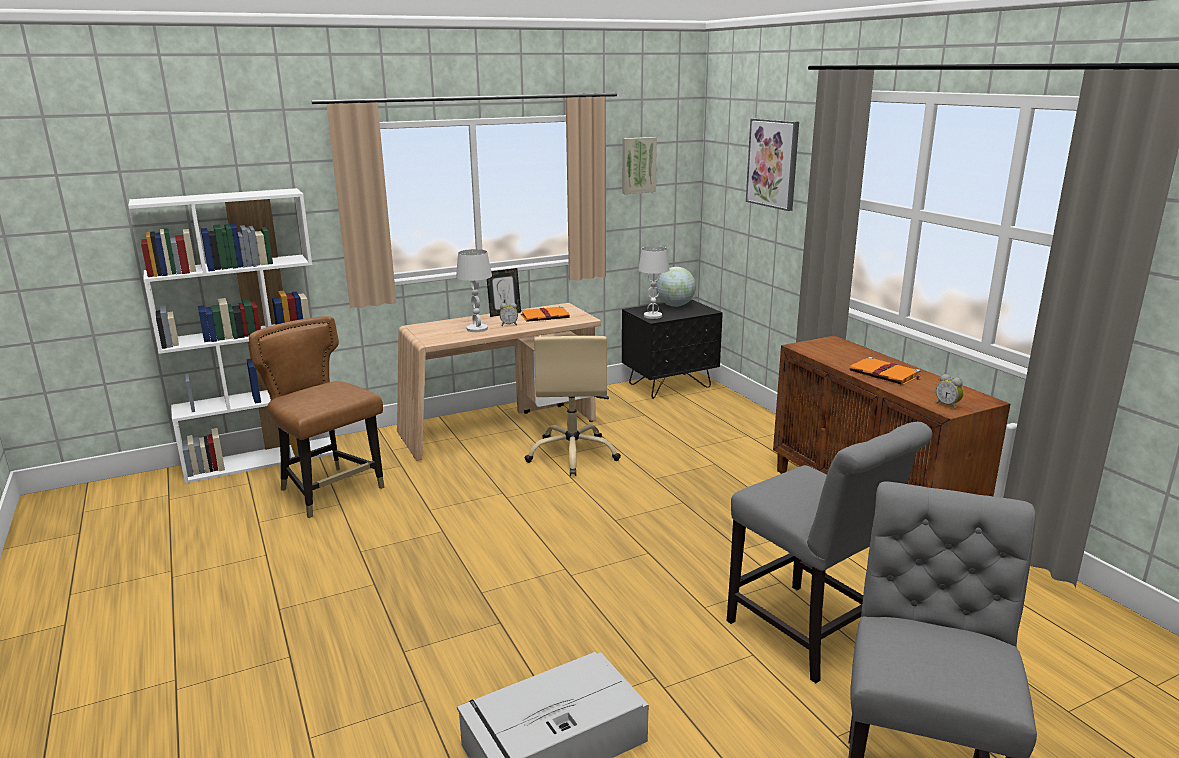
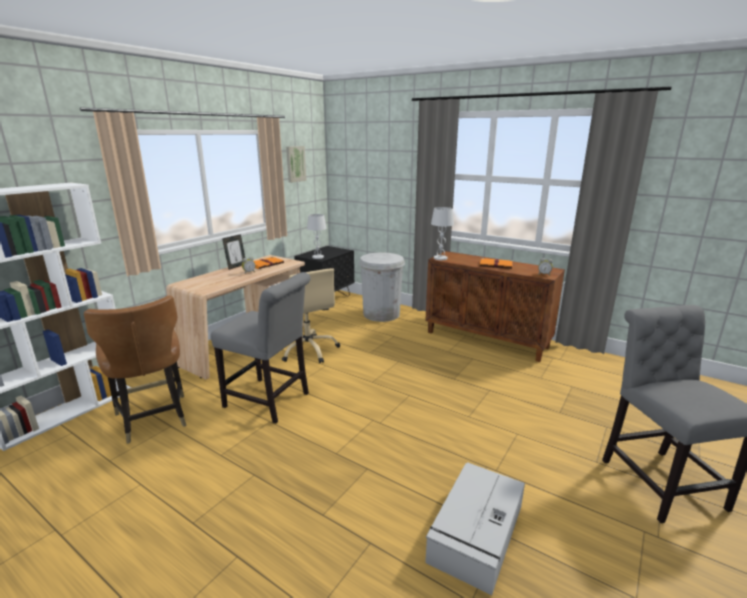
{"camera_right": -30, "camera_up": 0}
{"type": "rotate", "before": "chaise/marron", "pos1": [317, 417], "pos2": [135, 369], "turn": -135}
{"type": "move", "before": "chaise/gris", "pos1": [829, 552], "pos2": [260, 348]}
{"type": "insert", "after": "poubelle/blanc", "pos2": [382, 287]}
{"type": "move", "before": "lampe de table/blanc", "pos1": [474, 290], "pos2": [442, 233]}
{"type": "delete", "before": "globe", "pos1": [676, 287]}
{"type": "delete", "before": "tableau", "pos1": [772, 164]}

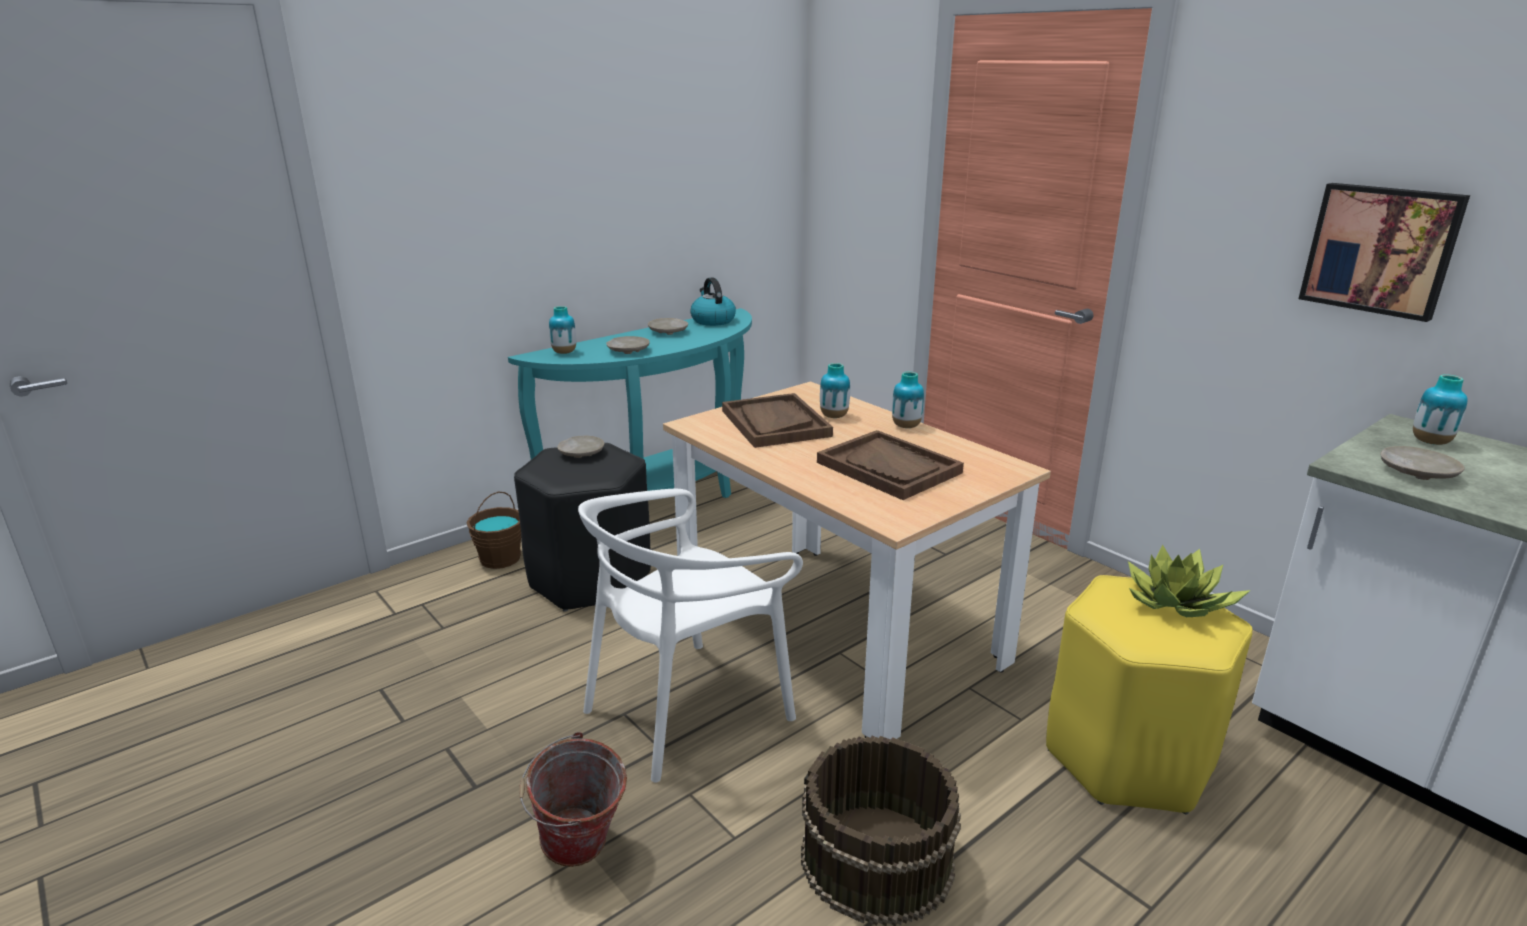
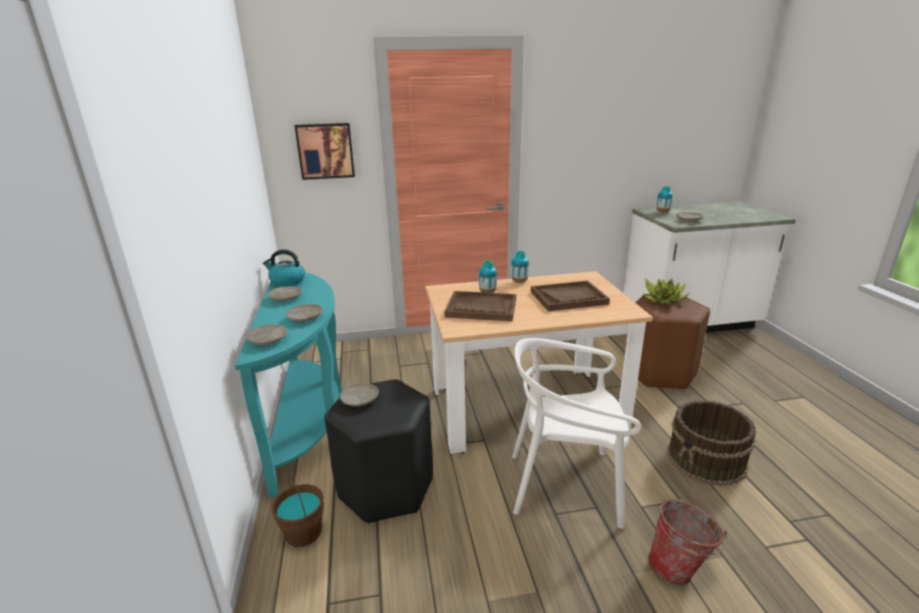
{"camera_right": -60, "camera_up": 0}
{"type": "replace", "before": "vase", "after": "assiette/beige", "pos1": [562, 330], "pos2": [266, 334]}
{"type": "move", "before": "tableau", "pos1": [1384, 252], "pos2": [325, 151]}
{"type": "rotate", "before": "chaise/blanc", "pos1": [690, 635], "pos2": [576, 433], "turn": 105}
{"type": "recolor", "before": "tabouret/jaune", "after": "tabouret/marron", "pos1": [1149, 695], "pos2": [667, 342]}

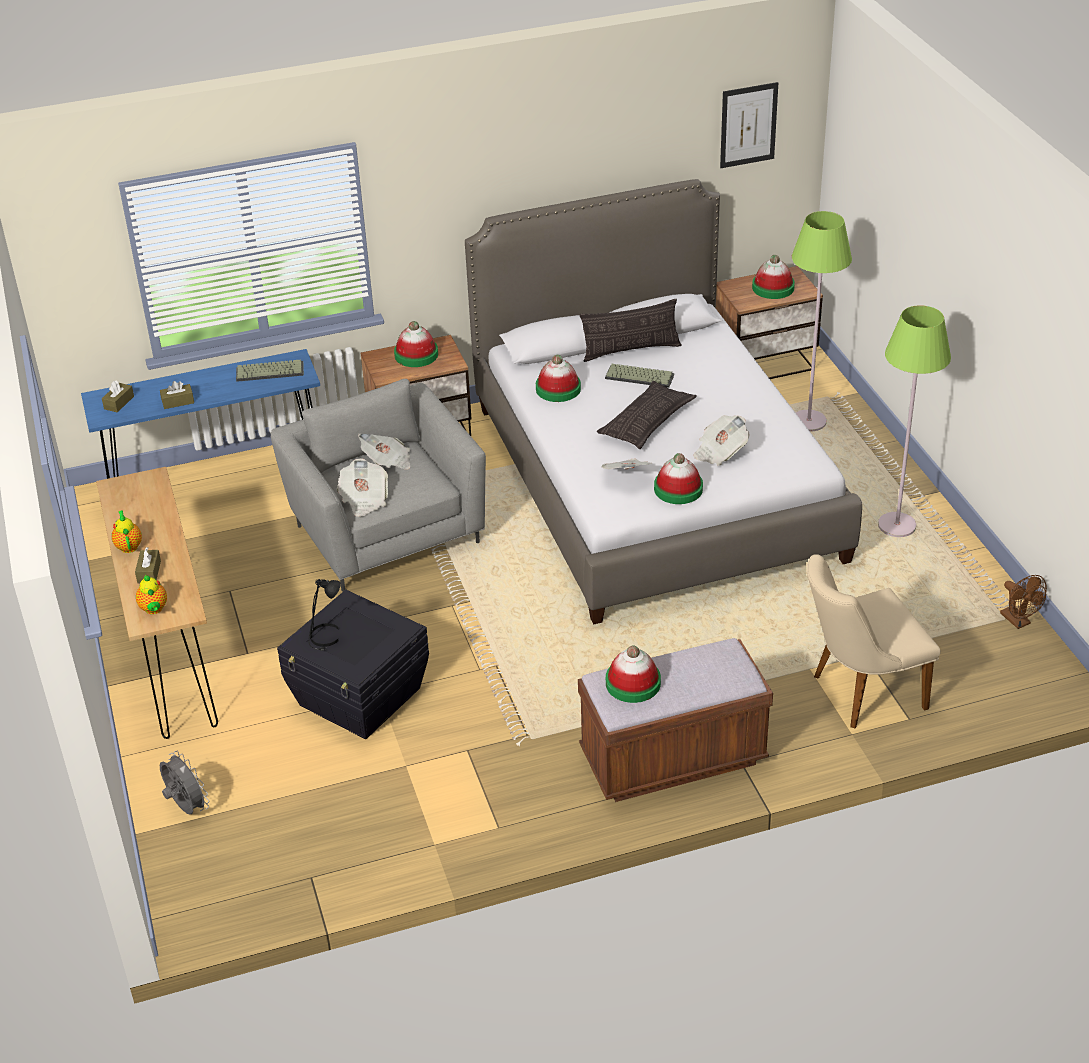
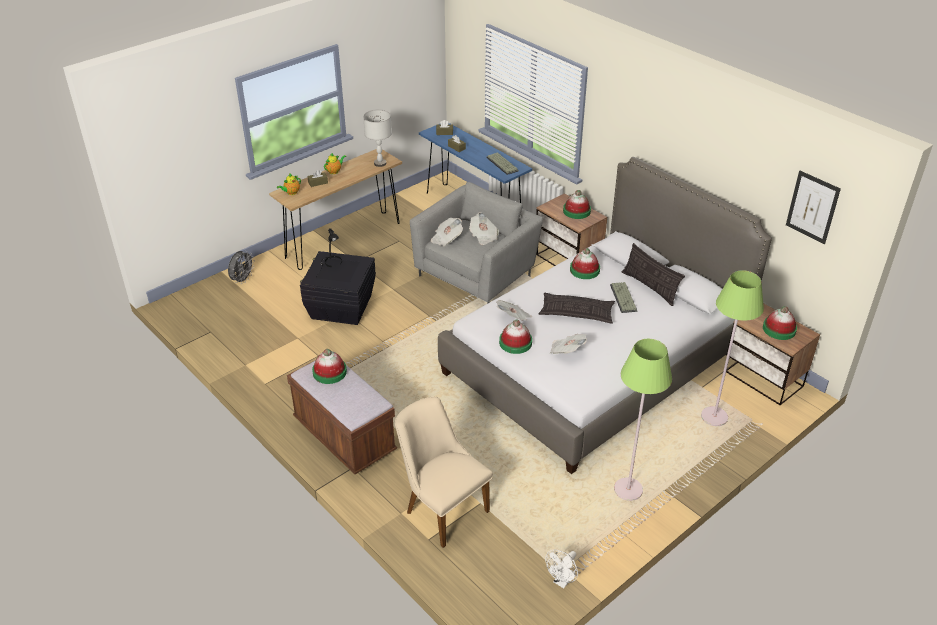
{"camera_right": 65, "camera_up": 0}
{"type": "insert", "after": "lampe de table/gris", "pos2": [377, 138]}
{"type": "recolor", "before": "ventilateur/marron", "after": "ventilateur/blanc", "pos1": [1023, 602], "pos2": [561, 569]}

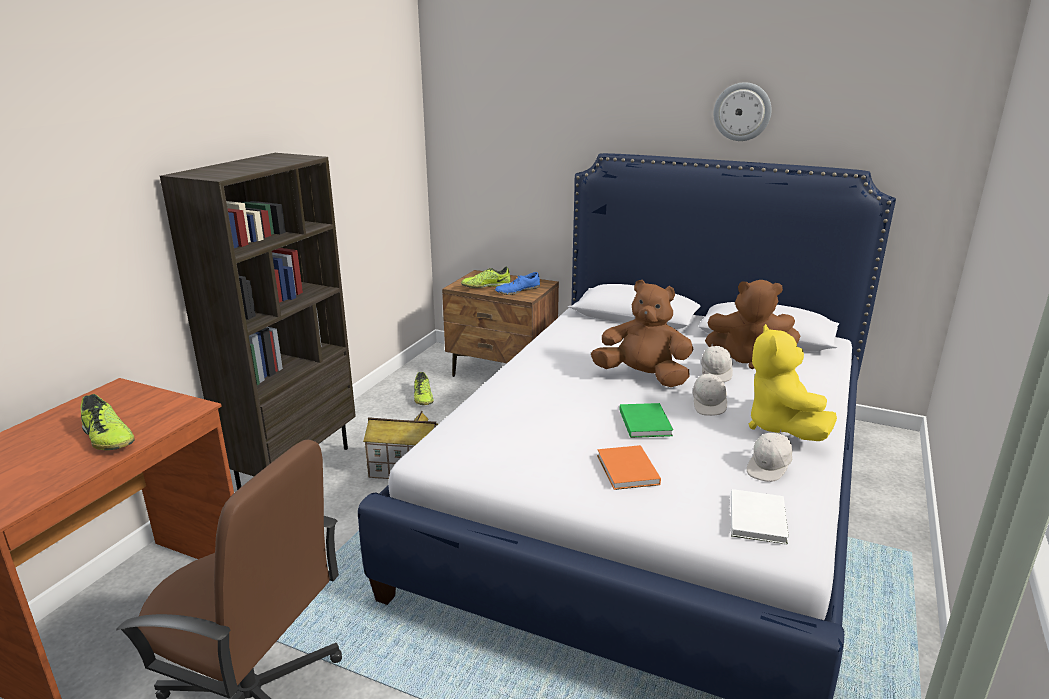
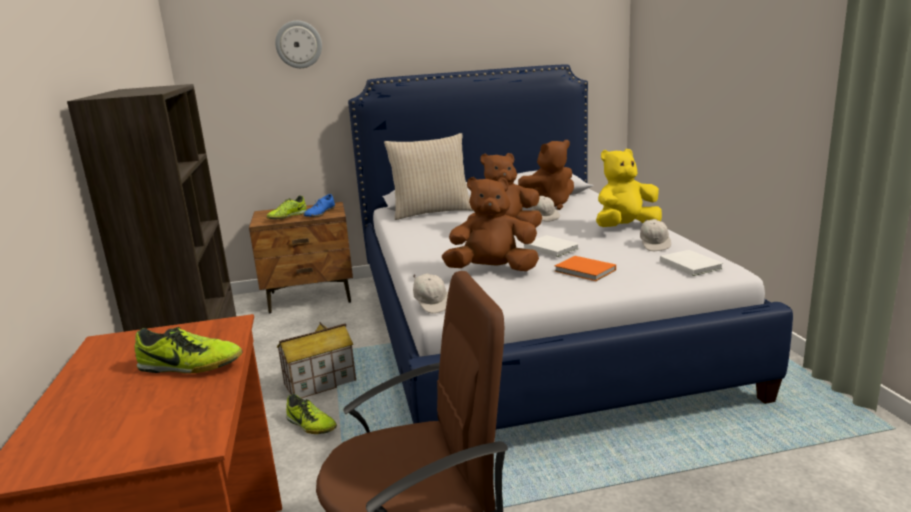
{"camera_right": -35, "camera_up": -5}
{"type": "move", "before": "horloge murale", "pos1": [742, 111], "pos2": [298, 44]}
{"type": "move", "before": "chaussure", "pos1": [424, 388], "pos2": [311, 414]}
{"type": "insert", "after": "coussin/beige", "pos2": [428, 176]}
{"type": "move", "before": "casquette/blanc", "pos1": [710, 393], "pos2": [430, 293]}
{"type": "insert", "after": "peluche/marron", "pos2": [490, 224]}
{"type": "recolor", "before": "livre/vert", "after": "livre/blanc", "pos1": [646, 420], "pos2": [551, 246]}
{"type": "rotate", "before": "peluche/jaune", "pos1": [793, 382], "pos2": [629, 188], "turn": 105}

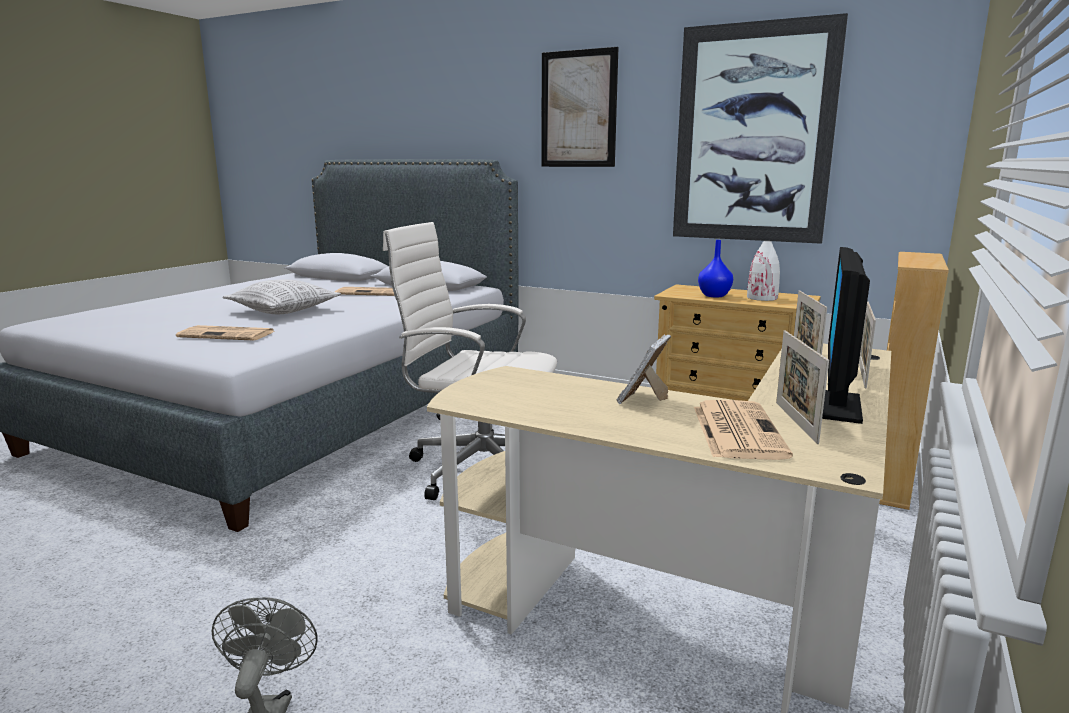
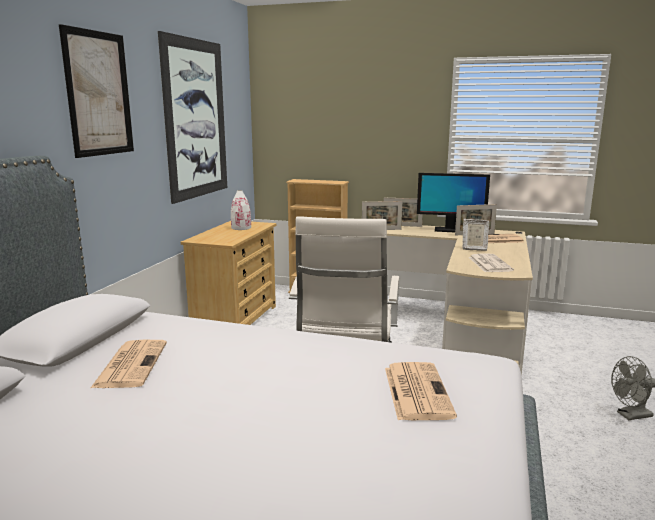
{"camera_right": -100, "camera_up": 0}
{"type": "insert", "after": "journal", "pos2": [491, 262]}
{"type": "delete", "before": "coussin", "pos1": [282, 297]}
{"type": "delete", "before": "vase/bleu", "pos1": [715, 269]}

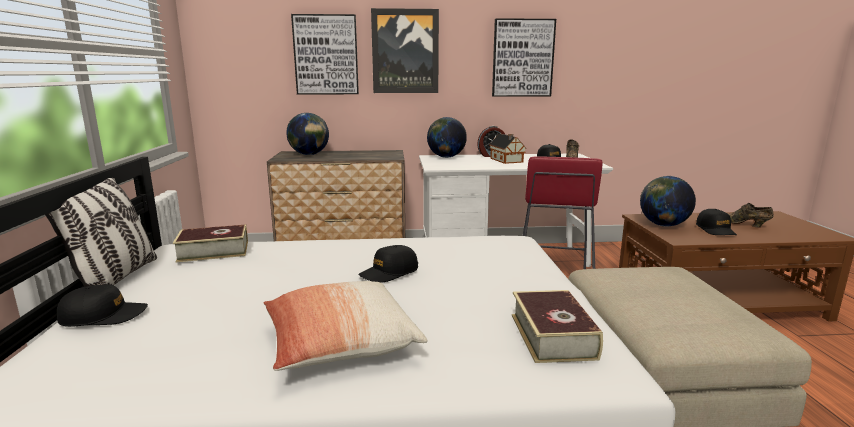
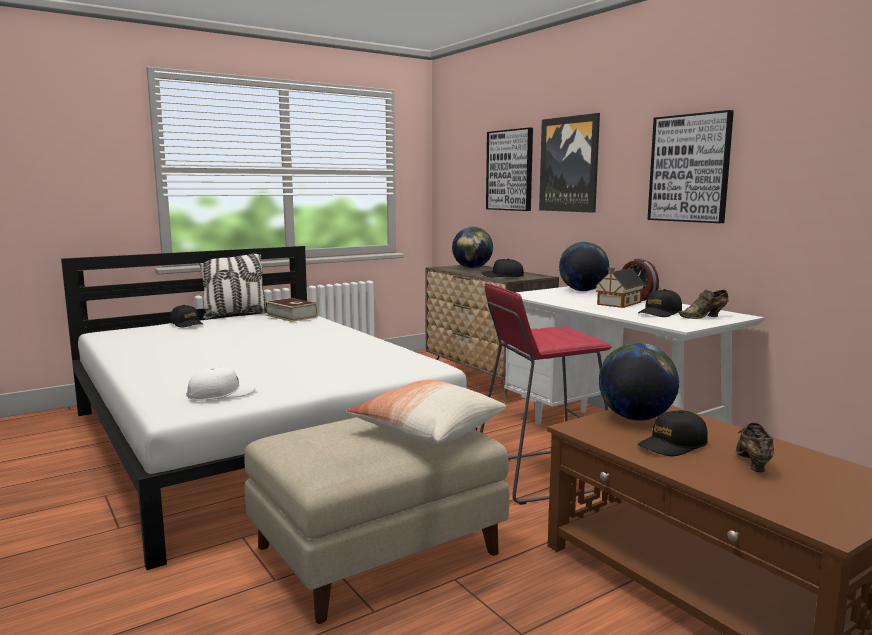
{"camera_right": 60, "camera_up": -5}
{"type": "replace", "before": "livre", "after": "casquette/blanc", "pos1": [557, 326], "pos2": [221, 384]}
{"type": "move", "before": "coussin", "pos1": [345, 326], "pos2": [426, 411]}
{"type": "move", "before": "casquette/noir", "pos1": [388, 263], "pos2": [503, 268]}

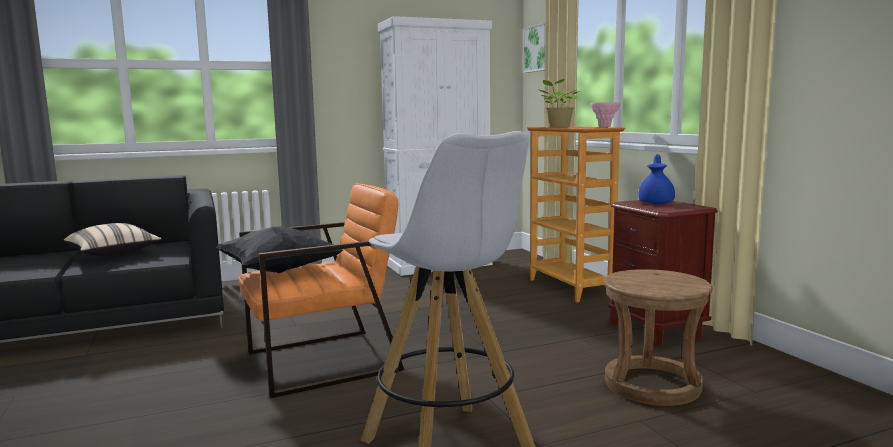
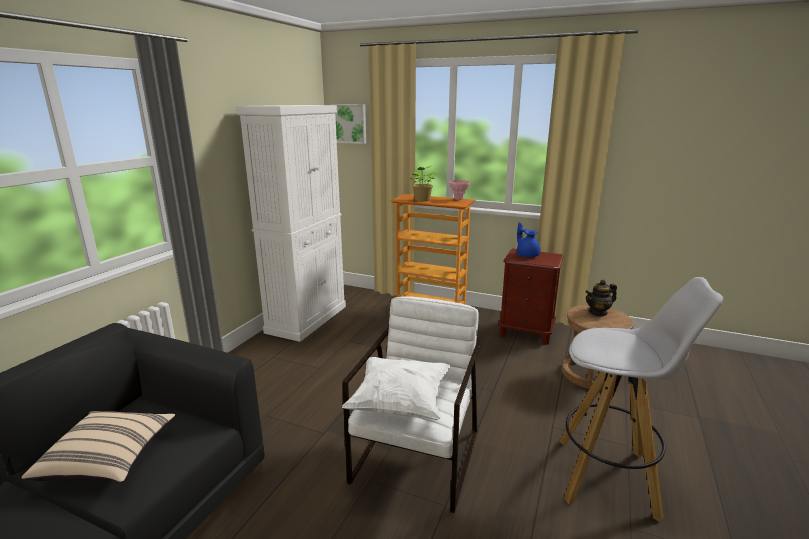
{"camera_right": -45, "camera_up": 10}
{"type": "recolor", "before": "fauteuil/orange", "after": "fauteuil/blanc", "pos1": [322, 291], "pos2": [412, 405]}
{"type": "recolor", "before": "coussin/noir", "after": "coussin/blanc", "pos1": [279, 250], "pos2": [396, 388]}
{"type": "insert", "after": "théière", "pos2": [601, 298]}

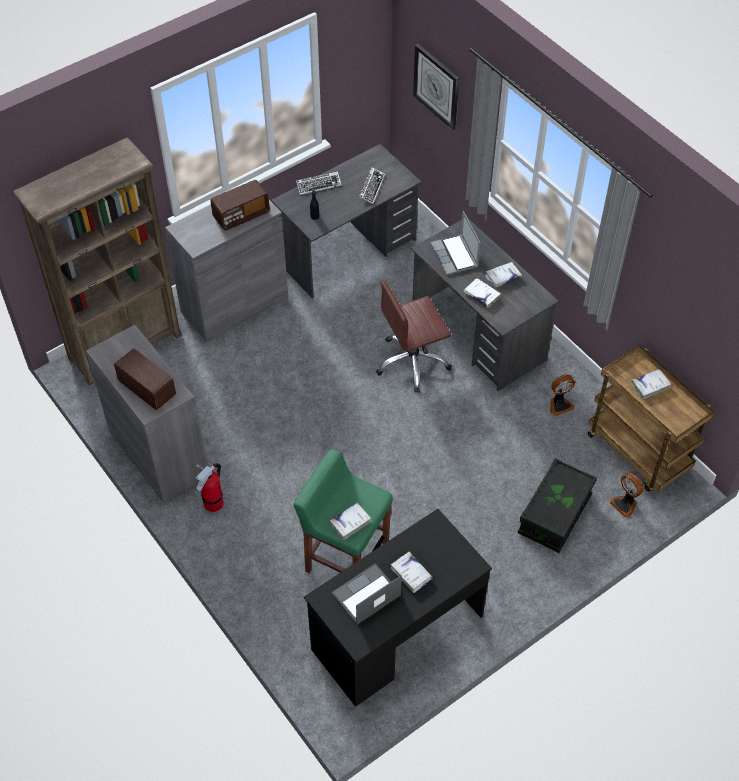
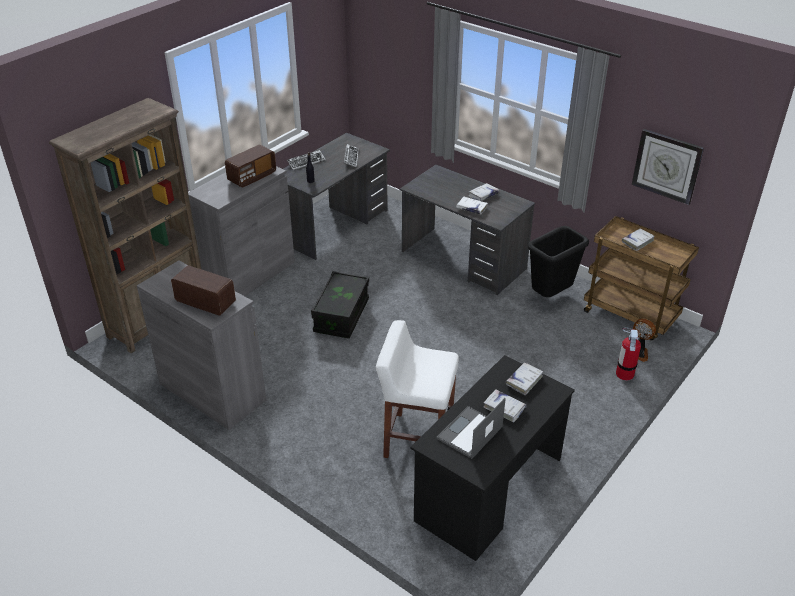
{"camera_right": -15, "camera_up": -15}
{"type": "move", "before": "boîte de rangement/noir", "pos1": [557, 505], "pos2": [340, 304]}
{"type": "recolor", "before": "tabouret/vert", "after": "tabouret/blanc", "pos1": [343, 511], "pos2": [417, 389]}
{"type": "move", "before": "livre/blanc", "pos1": [350, 521], "pos2": [524, 378]}
{"type": "replace", "before": "ventilateur", "after": "poubelle/noir", "pos1": [562, 395], "pos2": [558, 261]}
{"type": "move", "before": "extincteur", "pos1": [209, 487], "pos2": [628, 354]}
{"type": "move", "before": "horloge murale", "pos1": [436, 87], "pos2": [668, 167]}
{"type": "delete", "before": "chaise de bureau/marron", "pos1": [414, 337]}
{"type": "delete", "before": "ordinateur portable", "pos1": [455, 243]}

